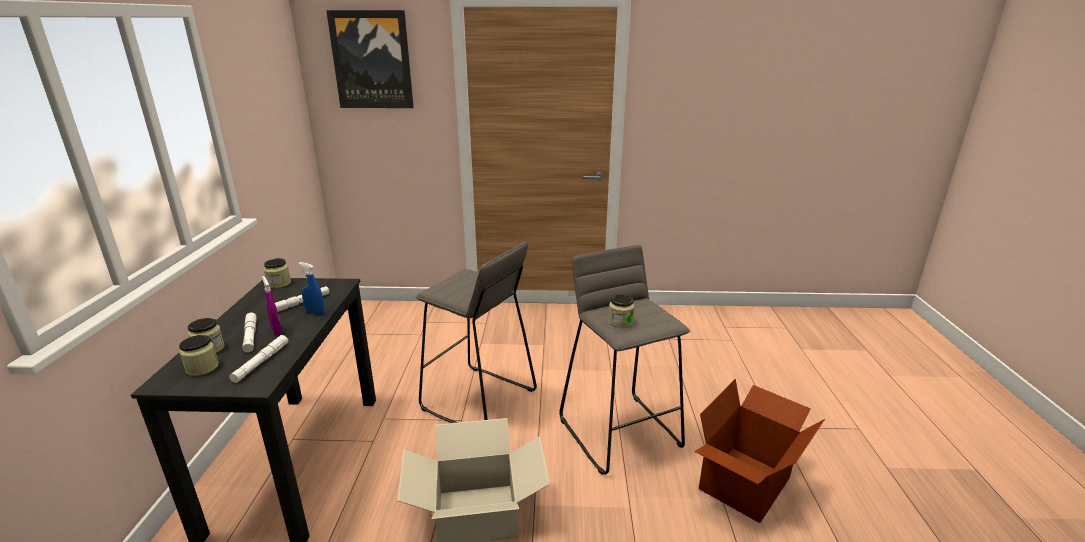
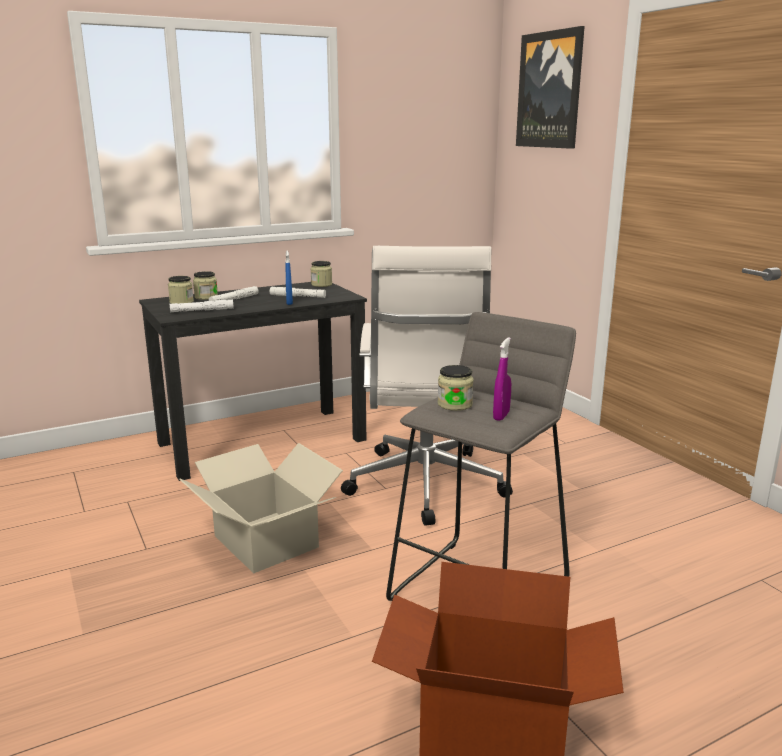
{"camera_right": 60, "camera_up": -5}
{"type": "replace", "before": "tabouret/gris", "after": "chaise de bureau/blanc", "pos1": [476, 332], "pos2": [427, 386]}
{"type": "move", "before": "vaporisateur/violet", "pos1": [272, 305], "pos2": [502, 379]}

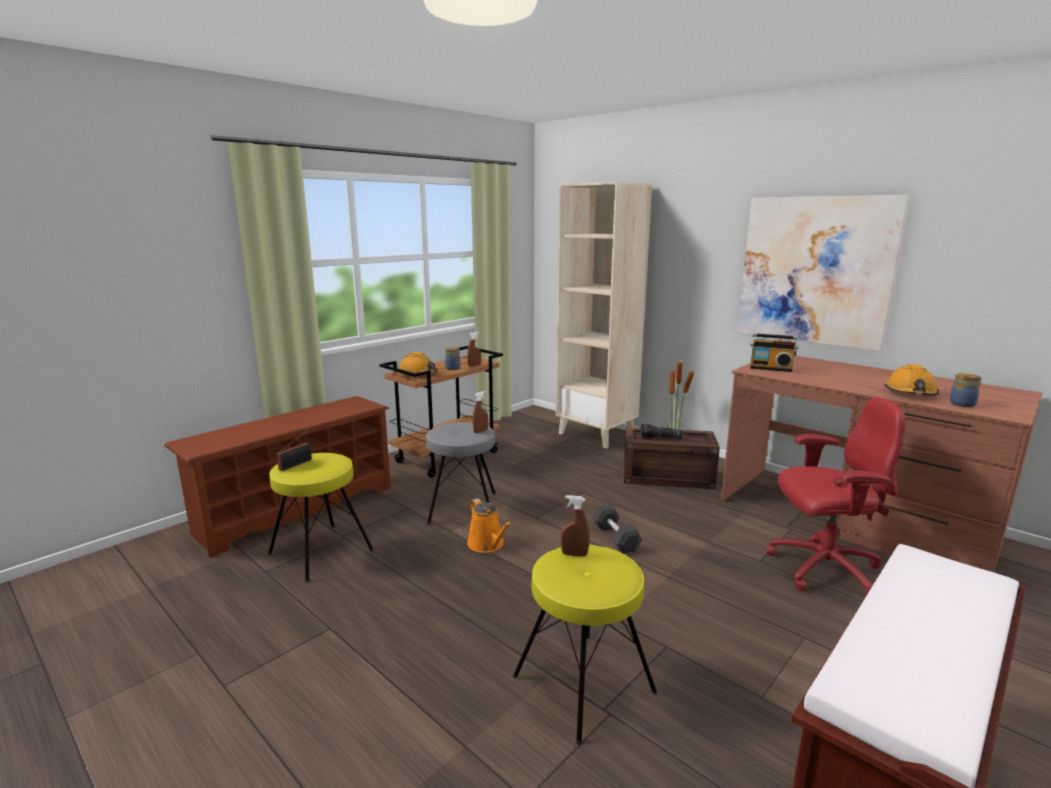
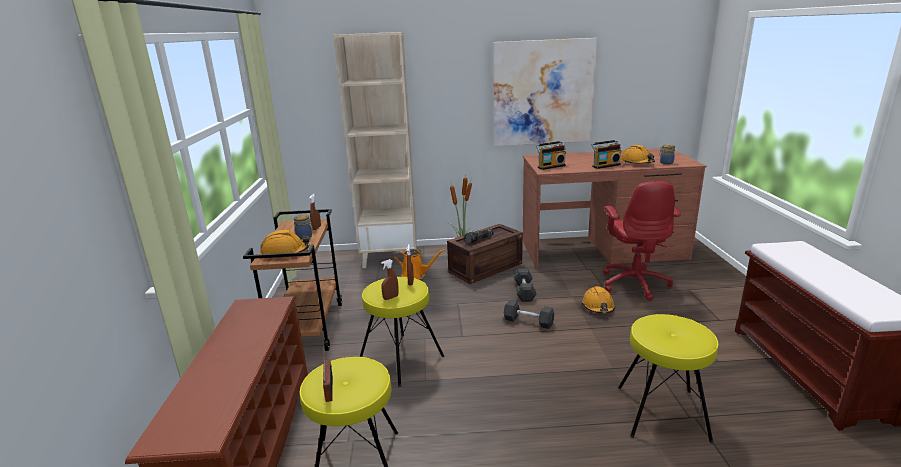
{"camera_right": -45, "camera_up": 5}
{"type": "recolor", "before": "tabouret/gris", "after": "tabouret/jaune", "pos1": [461, 473], "pos2": [402, 332]}
{"type": "move", "before": "vaporisateur/marron", "pos1": [575, 526], "pos2": [390, 279]}
{"type": "move", "before": "arrosoir/orange", "pos1": [489, 525], "pos2": [419, 264]}
{"type": "insert", "after": "haltère/gris", "pos2": [525, 285]}
{"type": "insert", "after": "casque de chantier/orange", "pos2": [598, 299]}
{"type": "insert", "after": "radio", "pos2": [606, 154]}
{"type": "rotate", "before": "chaise de bureau/rouge", "pos1": [836, 496], "pos2": [642, 241], "turn": 135}

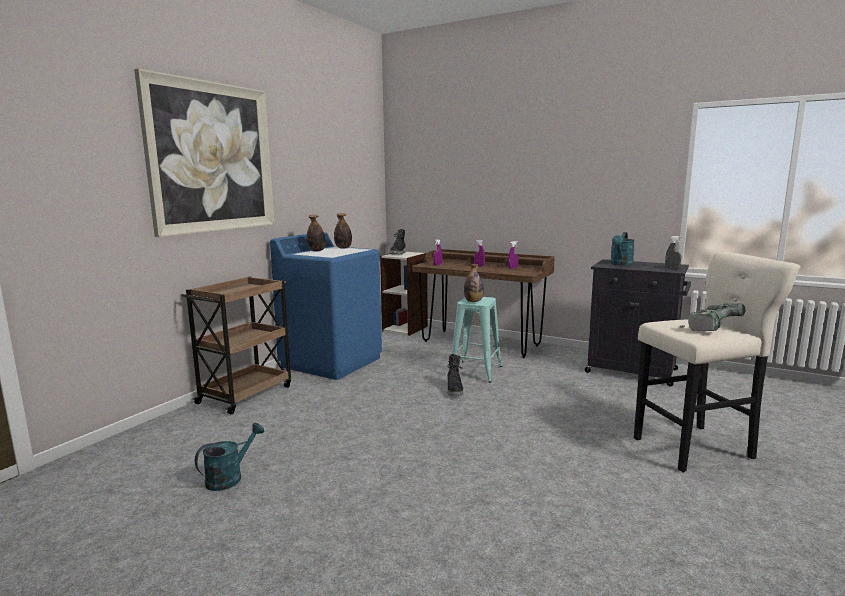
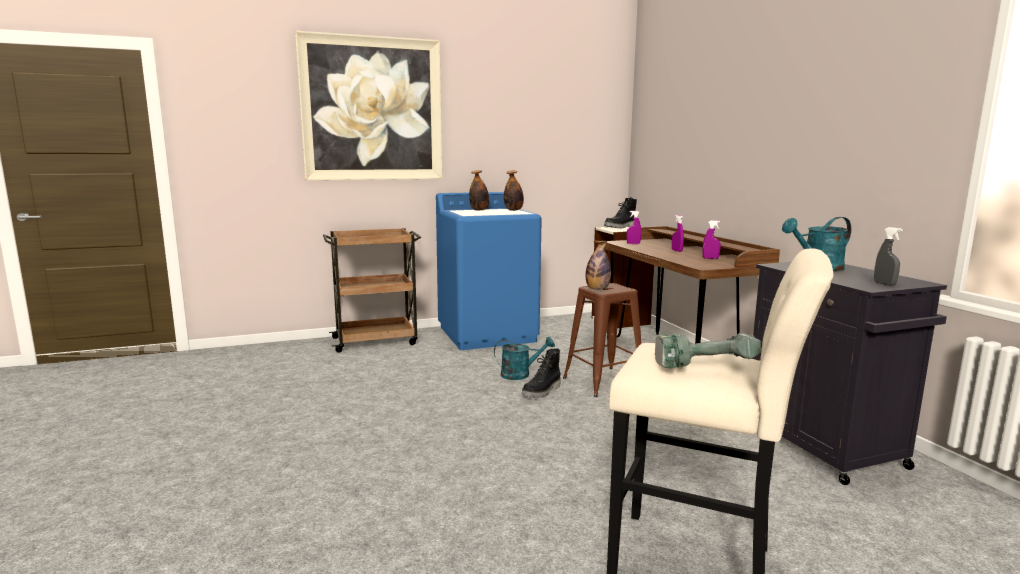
{"camera_right": 40, "camera_up": 0}
{"type": "move", "before": "arrosoir/turquoise", "pos1": [229, 457], "pos2": [524, 358]}
{"type": "recolor", "before": "tabouret/turquoise", "after": "tabouret/marron", "pos1": [477, 340], "pos2": [602, 340]}

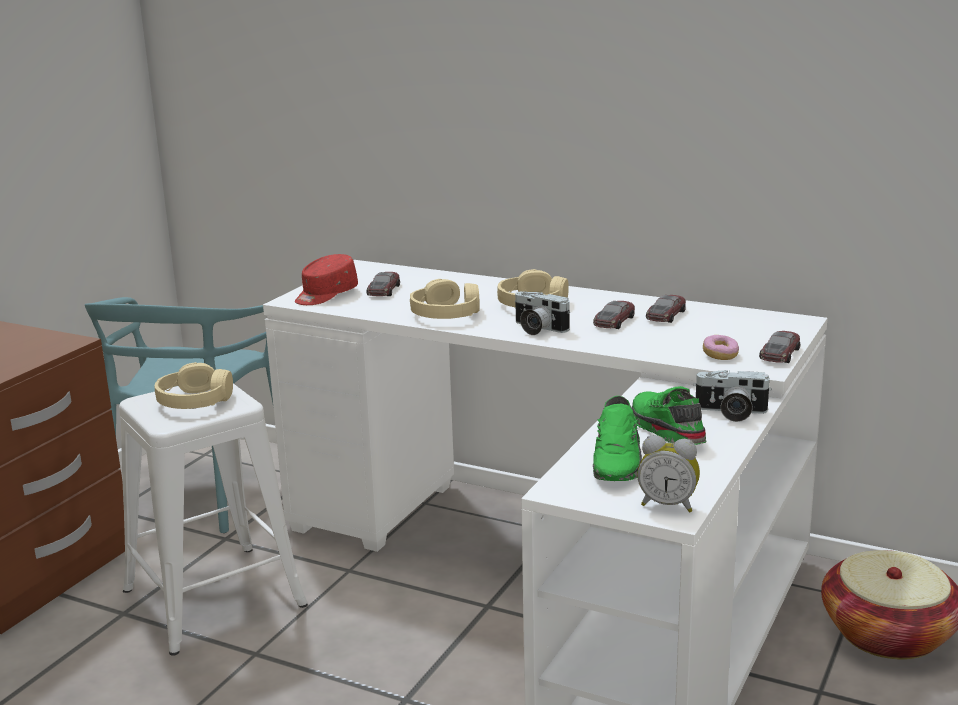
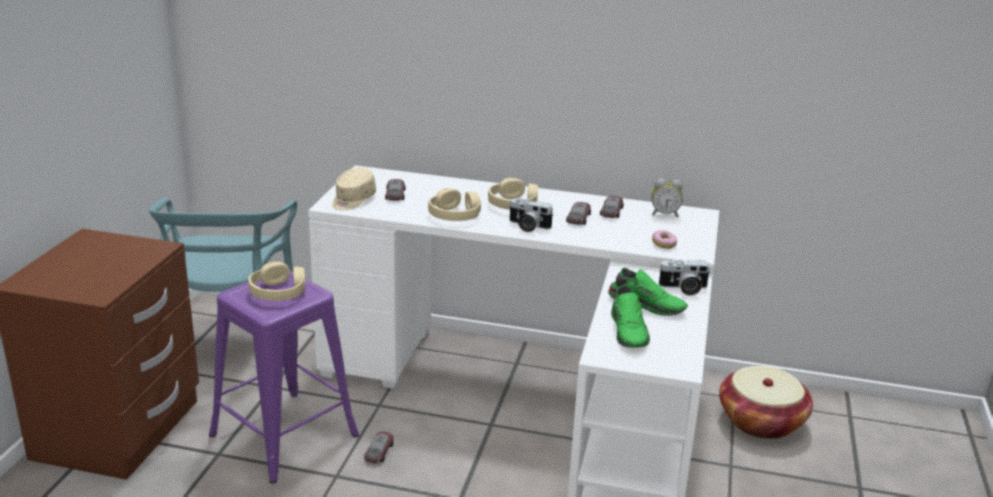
{"camera_right": -15, "camera_up": 5}
{"type": "recolor", "before": "tabouret/blanc", "after": "tabouret/violet", "pos1": [213, 519], "pos2": [284, 377]}
{"type": "recolor", "before": "casquette/rouge", "after": "casquette/beige", "pos1": [326, 279], "pos2": [354, 189]}
{"type": "move", "before": "petite voiture", "pos1": [779, 347], "pos2": [379, 448]}
{"type": "rotate", "before": "chaussure/vert", "pos1": [669, 415], "pos2": [648, 292], "turn": 150}
{"type": "move", "before": "réveil", "pos1": [668, 473], "pos2": [667, 197]}

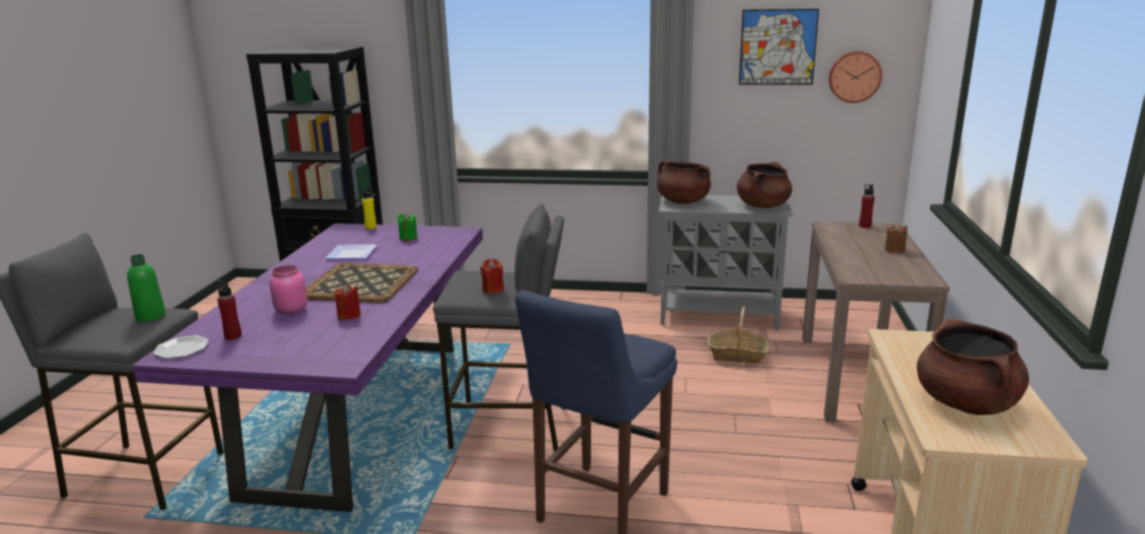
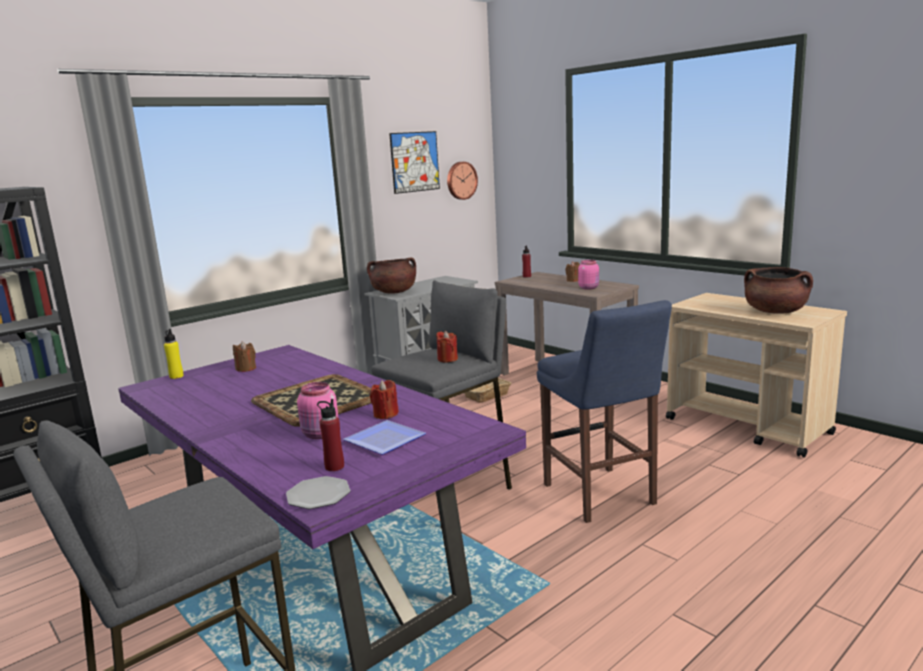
{"camera_right": -50, "camera_up": -5}
{"type": "recolor", "before": "bougie/vert", "after": "bougie/marron", "pos1": [407, 227], "pos2": [244, 357]}
{"type": "move", "before": "assiette", "pos1": [351, 251], "pos2": [384, 437]}
{"type": "insert", "after": "bocal/rose", "pos2": [588, 275]}
{"type": "delete", "before": "bouteille/vert", "pos1": [146, 288]}
{"type": "delete", "before": "marmite/marron", "pos1": [764, 185]}

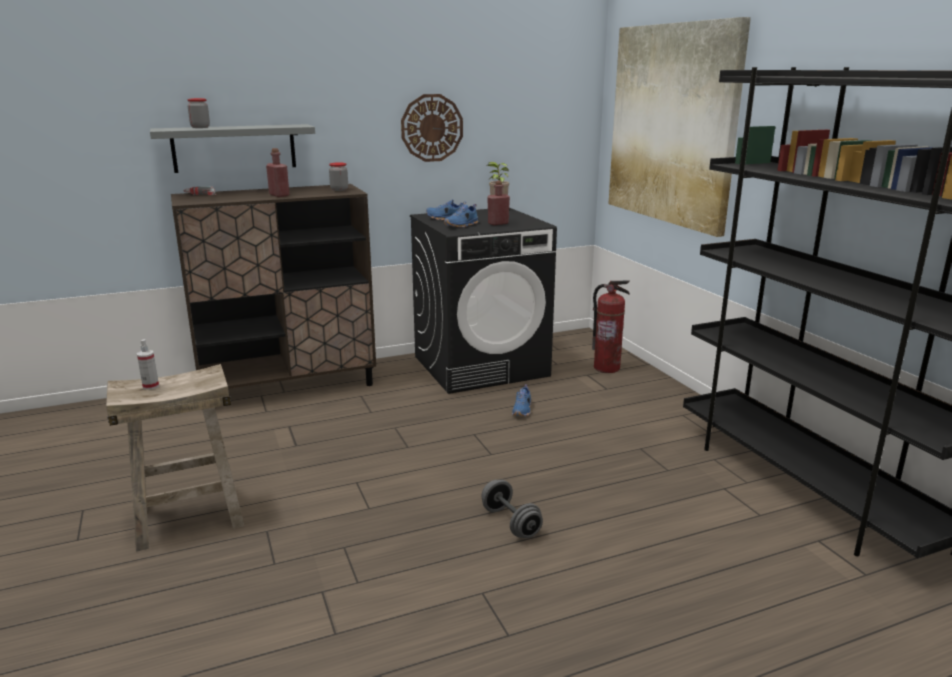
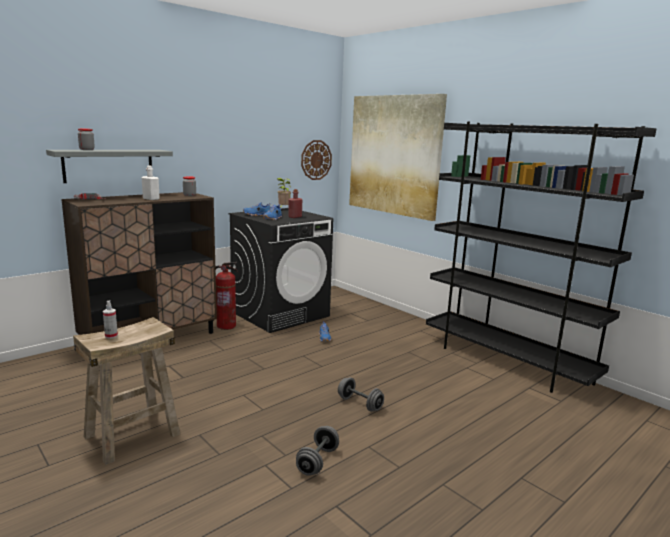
{"camera_right": -20, "camera_up": -5}
{"type": "recolor", "before": "bouteille/rouge", "after": "bouteille/blanc", "pos1": [277, 172], "pos2": [151, 182]}
{"type": "move", "before": "extincteur", "pos1": [611, 326], "pos2": [226, 296]}
{"type": "insert", "after": "haltère/gris", "pos2": [317, 451]}
{"type": "move", "before": "horloge murale", "pos1": [432, 128], "pos2": [316, 160]}

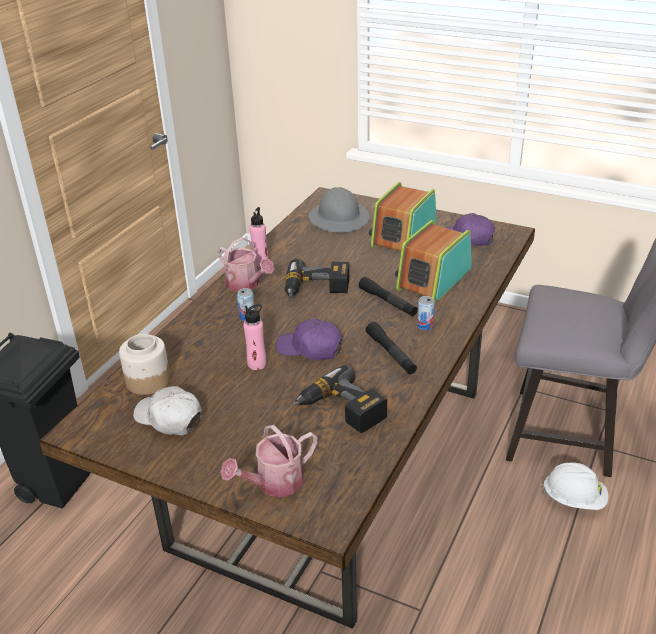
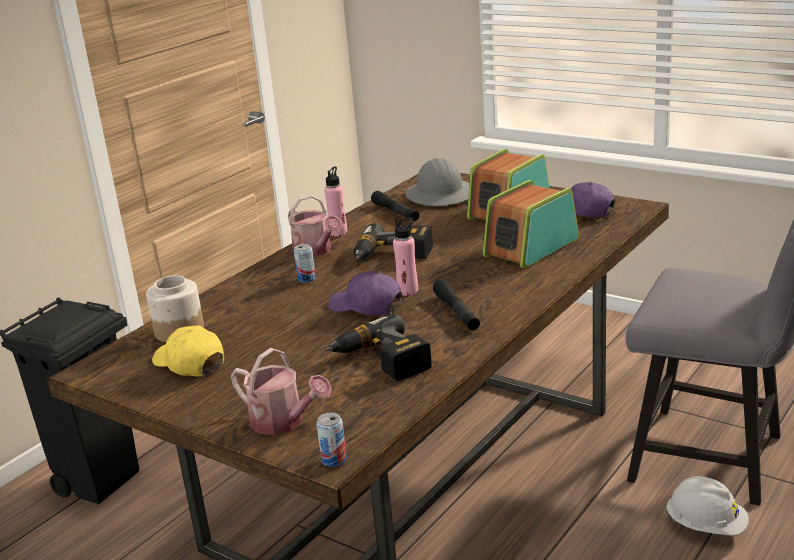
{"camera_right": 10, "camera_up": -10}
{"type": "recolor", "before": "casquette/blanc", "after": "casquette/jaune", "pos1": [167, 410], "pos2": [188, 351]}
{"type": "rotate", "before": "arrosoir", "pos1": [269, 461], "pos2": [281, 391], "turn": -120}
{"type": "move", "before": "boîte métallique", "pos1": [426, 313], "pos2": [331, 440]}
{"type": "move", "before": "lampe de poche/noir", "pos1": [388, 296], "pos2": [395, 206]}
{"type": "move", "before": "bouteille/rose", "pos1": [255, 337], "pos2": [405, 257]}

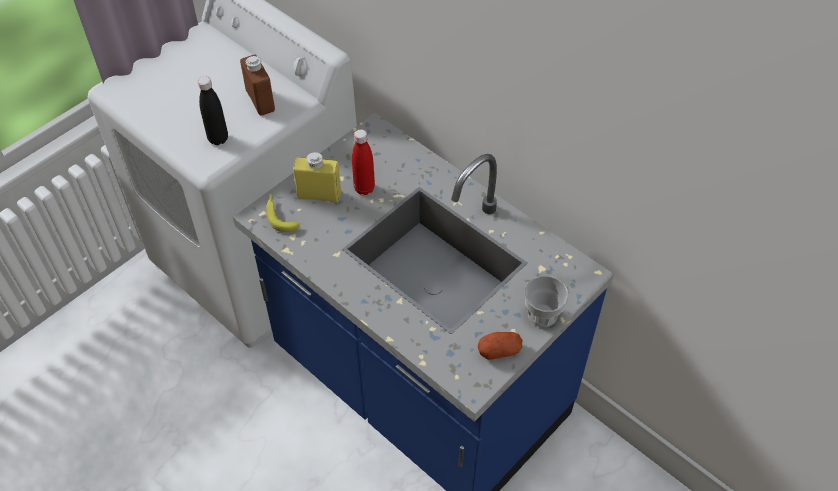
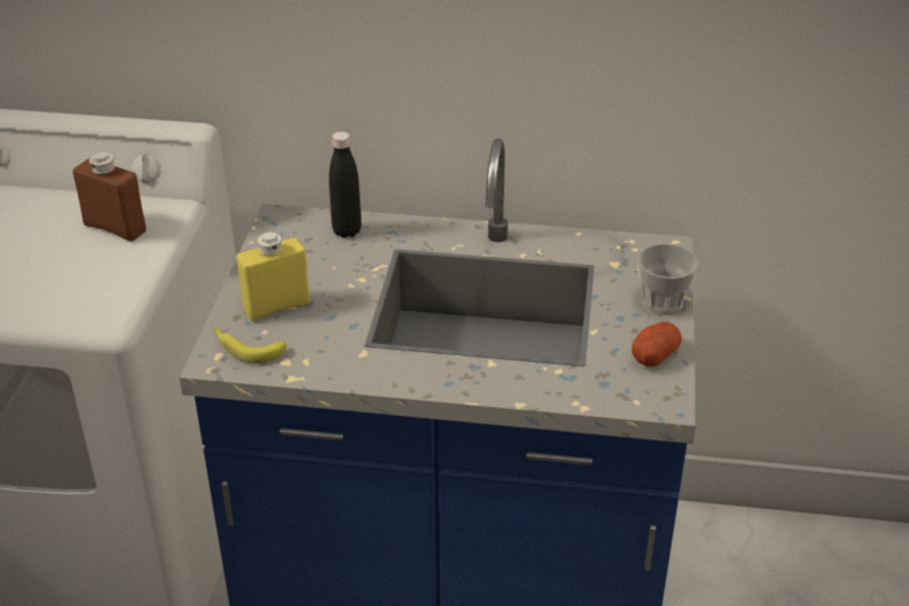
{"camera_right": -35, "camera_up": -15}
{"type": "move", "before": "bouteille/noir", "pos1": [213, 110], "pos2": [345, 184]}
{"type": "delete", "before": "bouteille/rouge", "pos1": [363, 162]}

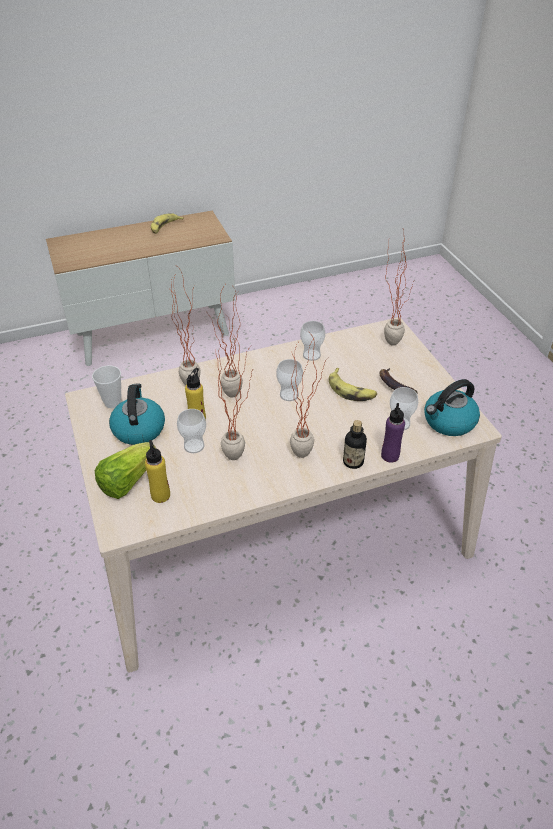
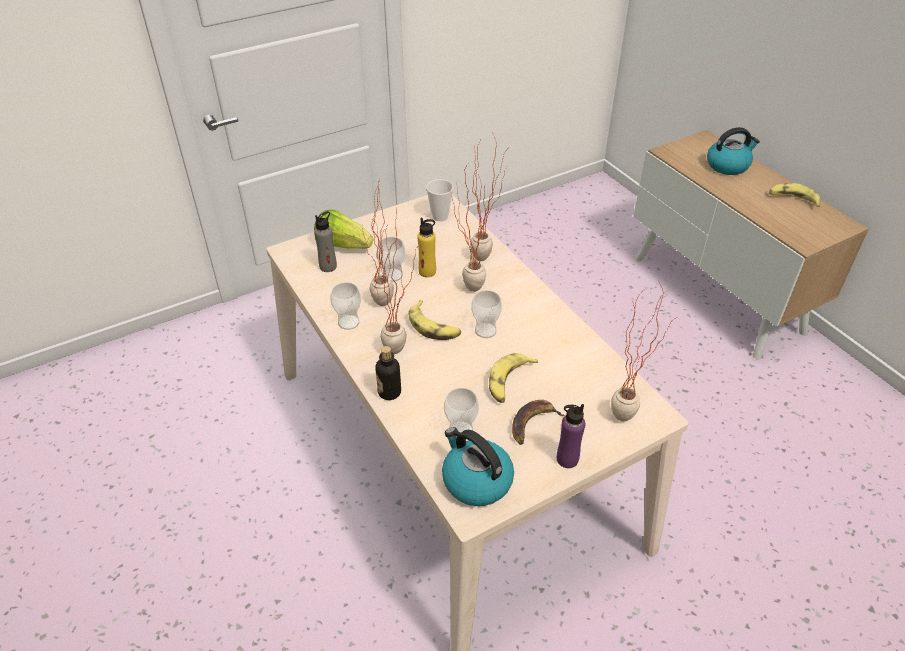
{"camera_right": 80, "camera_up": 0}
{"type": "recolor", "before": "bouteille/jaune", "after": "bouteille/gris", "pos1": [157, 471], "pos2": [325, 241]}
{"type": "move", "before": "tasse", "pos1": [312, 341], "pos2": [345, 306]}
{"type": "insert", "after": "banane", "pos2": [435, 320]}
{"type": "move", "before": "bouteille/violet", "pos1": [393, 432], "pos2": [571, 436]}
{"type": "move", "before": "bouilloire", "pos1": [137, 414], "pos2": [733, 151]}

